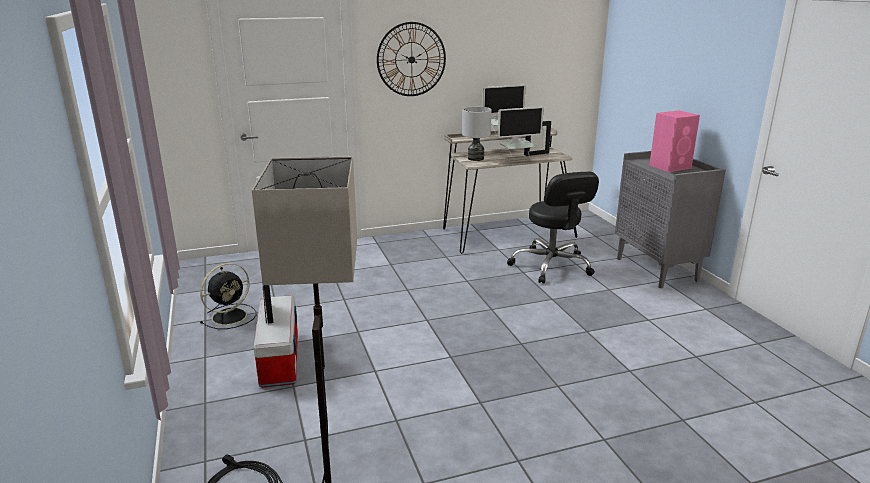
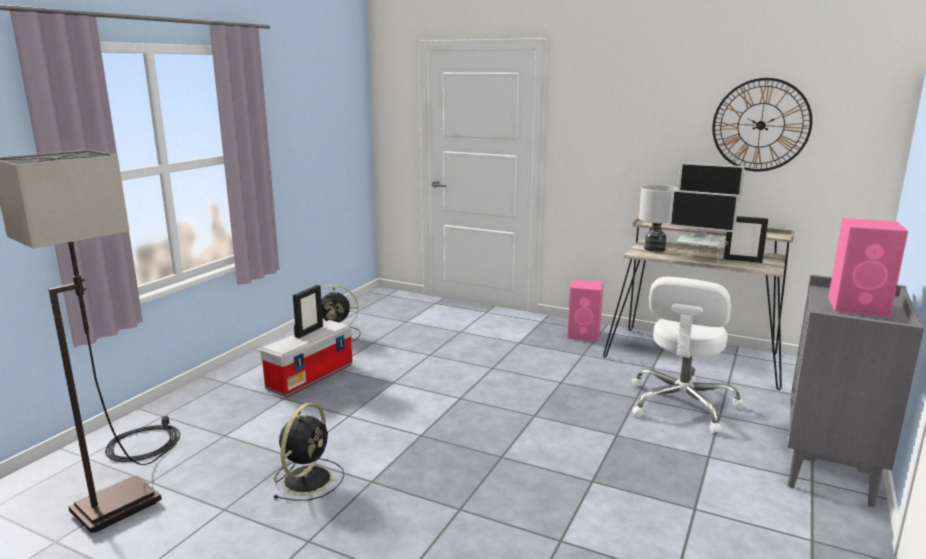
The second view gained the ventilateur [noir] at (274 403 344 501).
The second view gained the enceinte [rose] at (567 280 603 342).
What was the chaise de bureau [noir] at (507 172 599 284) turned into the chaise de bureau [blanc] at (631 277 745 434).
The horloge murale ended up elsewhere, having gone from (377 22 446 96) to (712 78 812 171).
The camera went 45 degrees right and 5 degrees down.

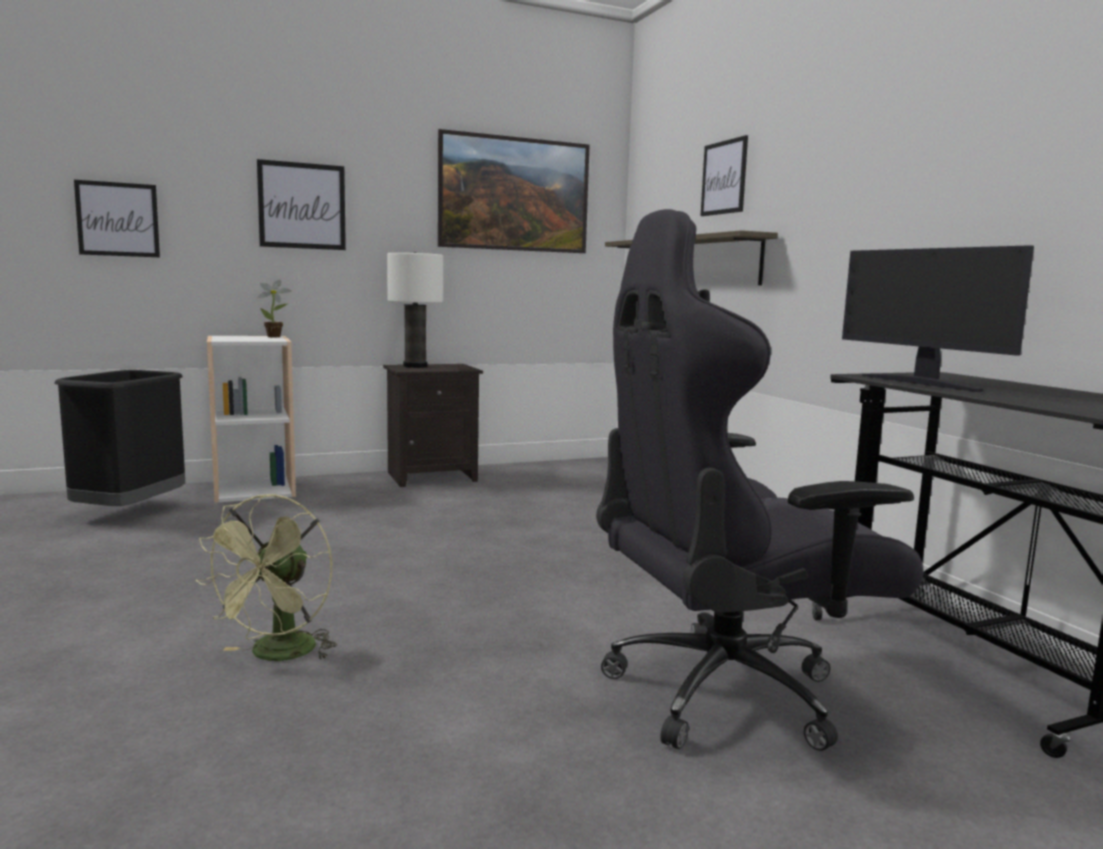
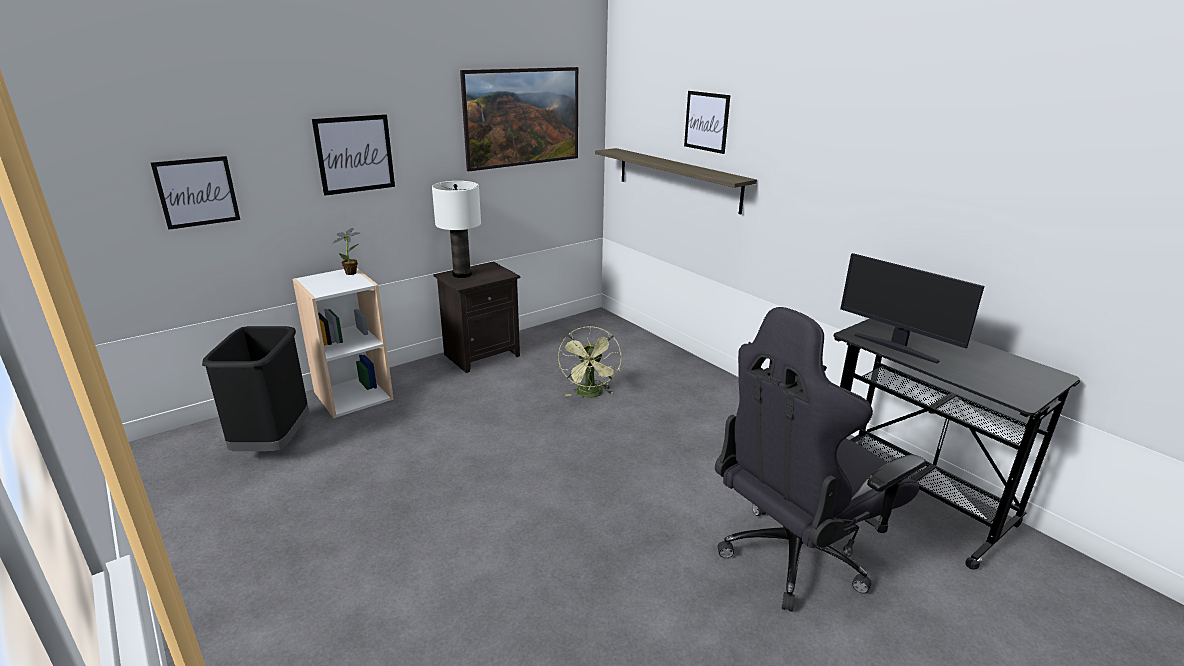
The ventilateur [vert] ended up elsewhere, having gone from (195 494 337 661) to (558 326 622 398).
The camera went 15 degrees left and 15 degrees up.

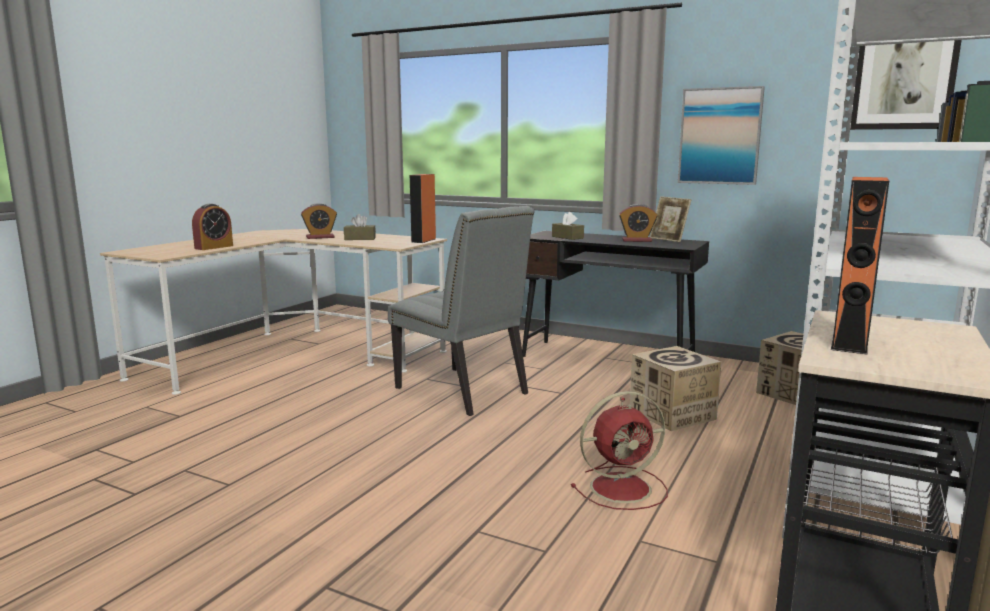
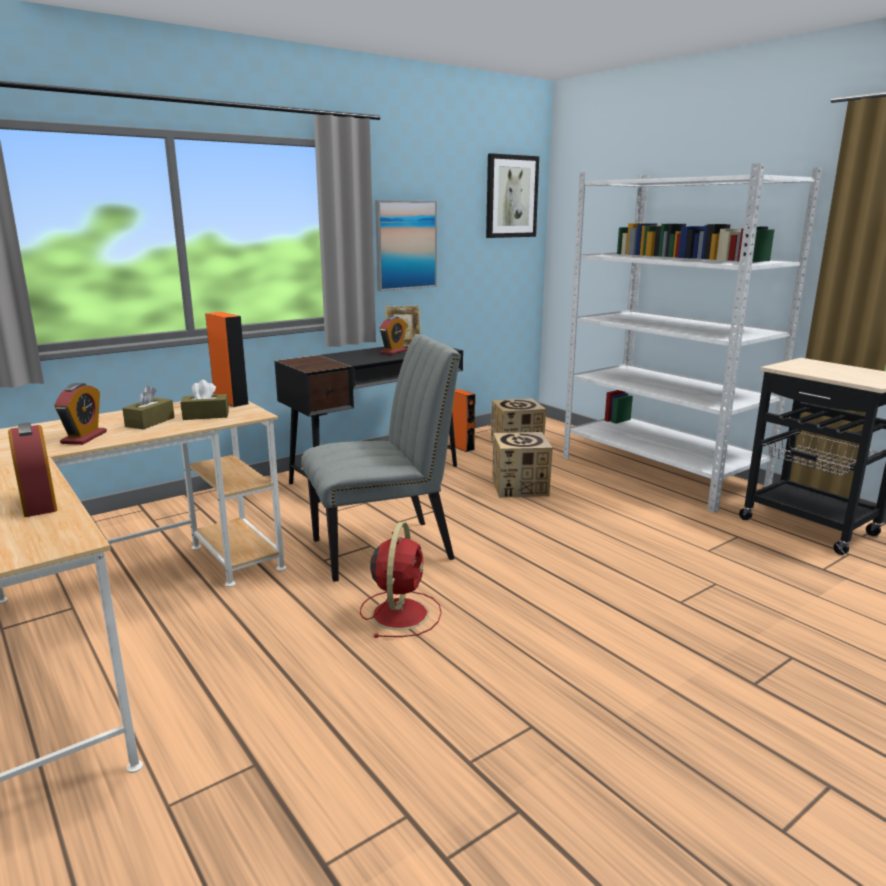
The boîte à mouchoirs [marron] ended up elsewhere, having gone from (552 212 584 240) to (181 380 229 420).
The ventilateur [rouge] ended up elsewhere, having gone from (571 391 668 510) to (360 522 442 638).
The enceinte [orange] ended up elsewhere, having gone from (831 177 889 354) to (450 389 475 452).
The camera went 65 degrees left and 5 degrees up.

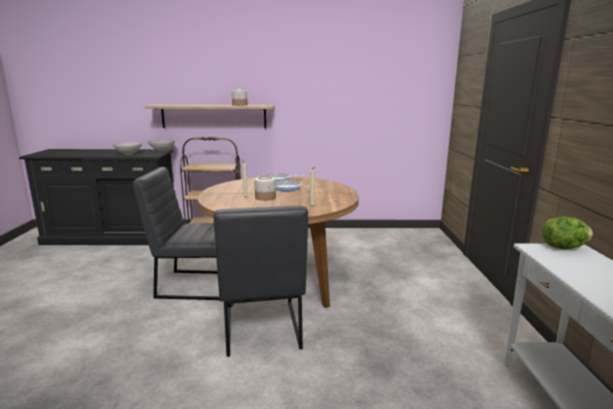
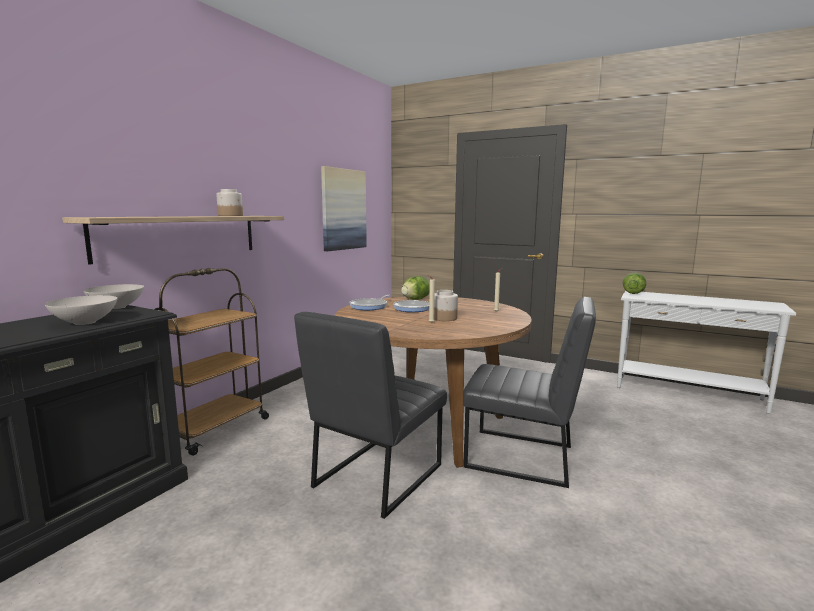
The second view gained the tableau at (321 166 367 251).
The second view gained the laitue at (401 276 430 300).
The camera went 60 degrees left and 5 degrees down.

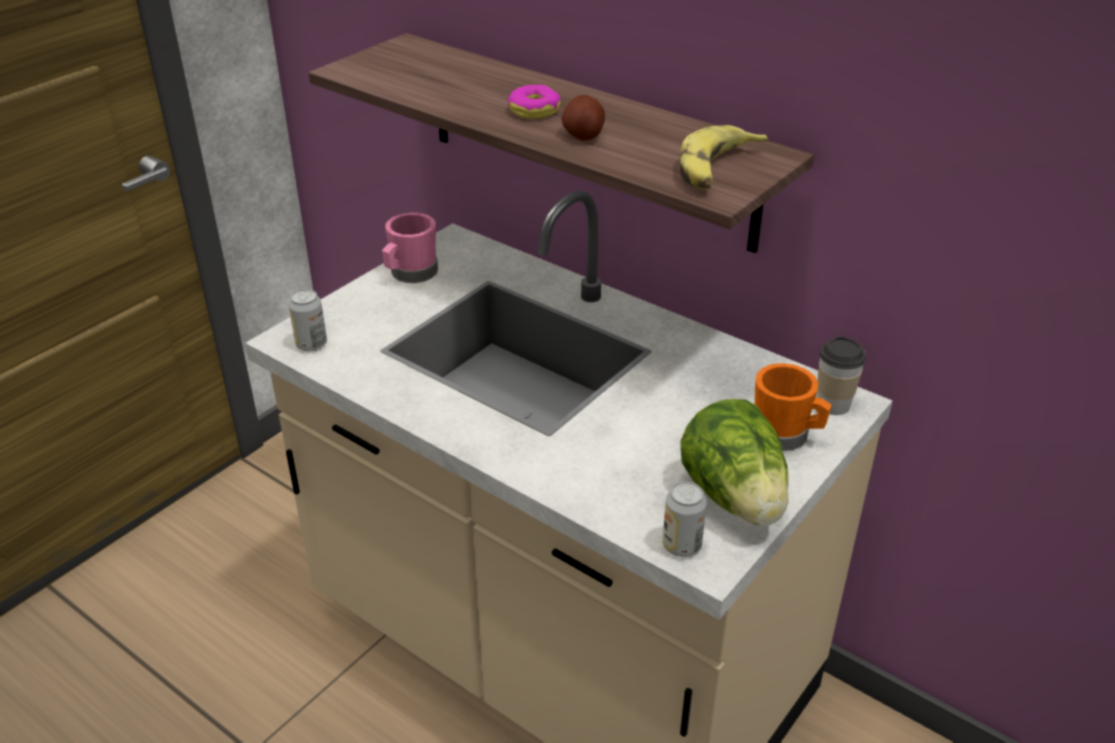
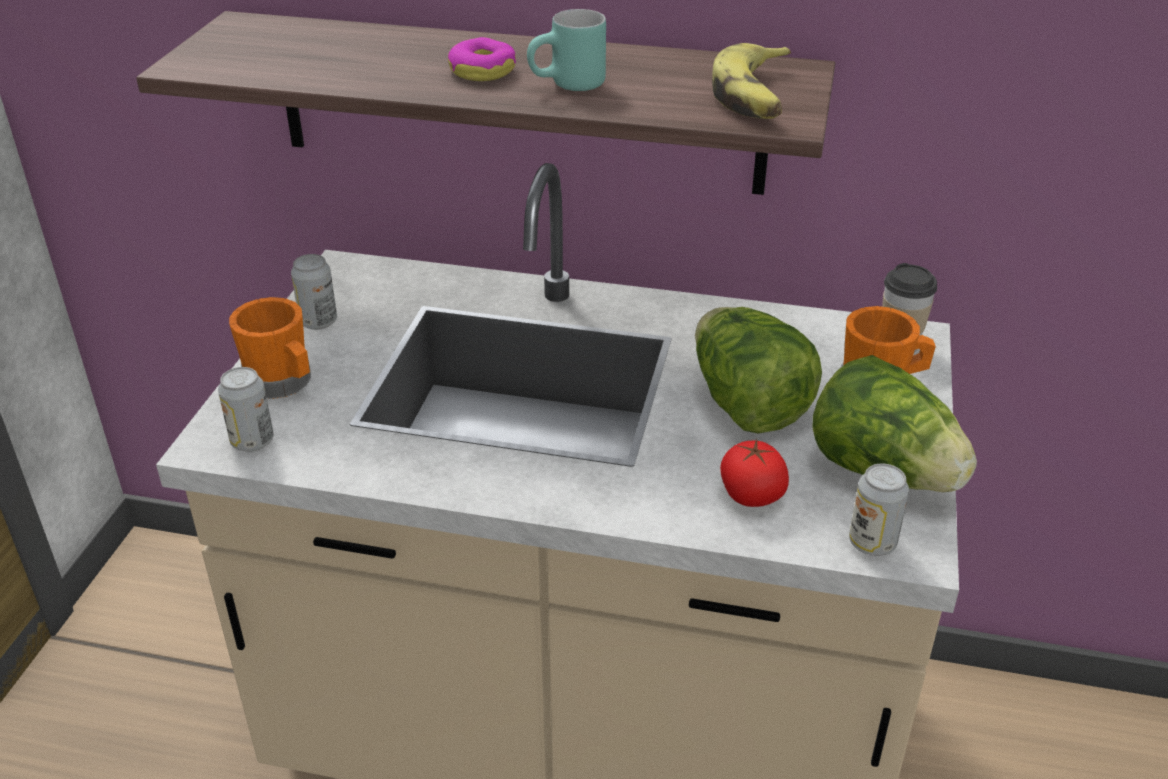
The second view gained the mug [orange] at (229 297 311 399).
Where the mug [rose] stood at (382 213 438 283), the boîte métallique came to stand at (291 254 337 330).
Where the pomme de terre stood at (561 95 605 141), the mug [turquoise] came to stand at (527 9 606 91).
The second view gained the laitue at (695 307 822 433).
The second view gained the tomate at (720 439 789 507).
The camera went 25 degrees left and 0 degrees up.

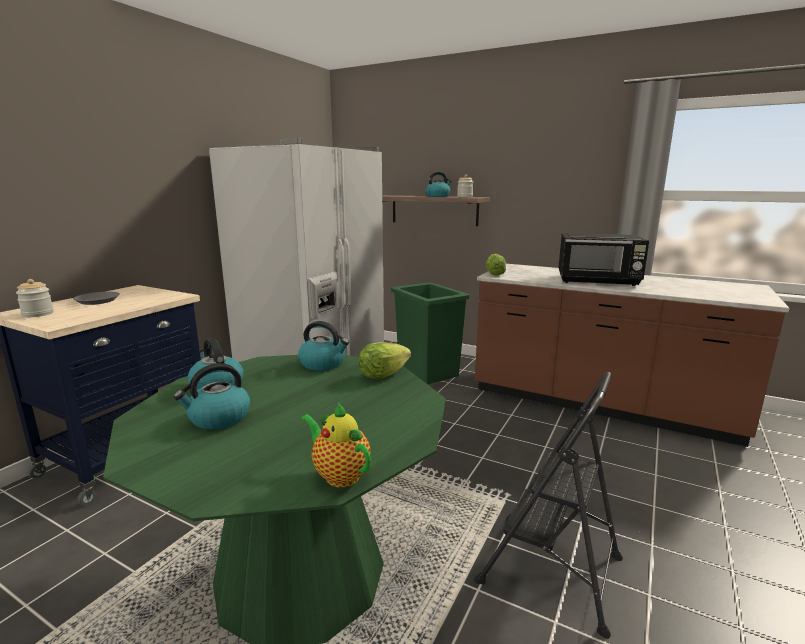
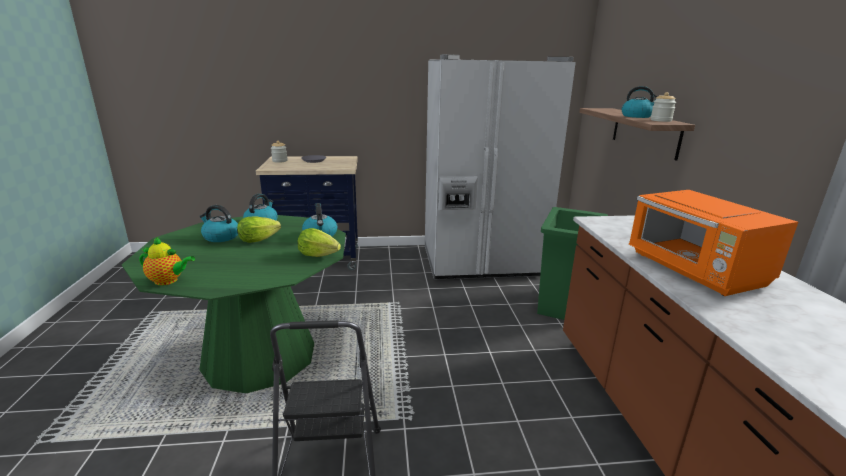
The théière at (301 403 371 487) ended up facing another way, 90 degrees clockwise from before.
The laitue ended up elsewhere, having gone from (486 254 506 276) to (237 216 281 243).
What was the micro-ondes [noir] at (558 233 649 286) turned into the micro-ondes [orange] at (629 190 798 296).
The camera went 55 degrees right and 5 degrees up.

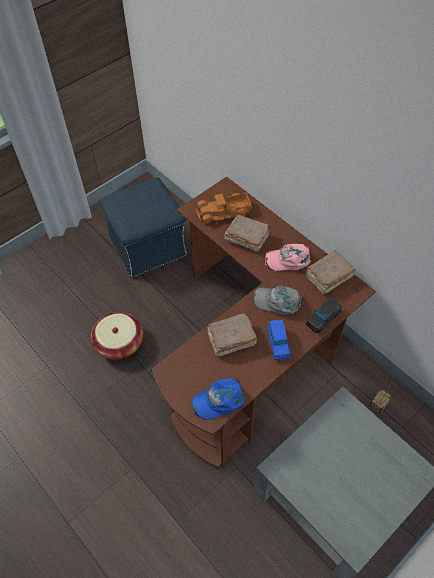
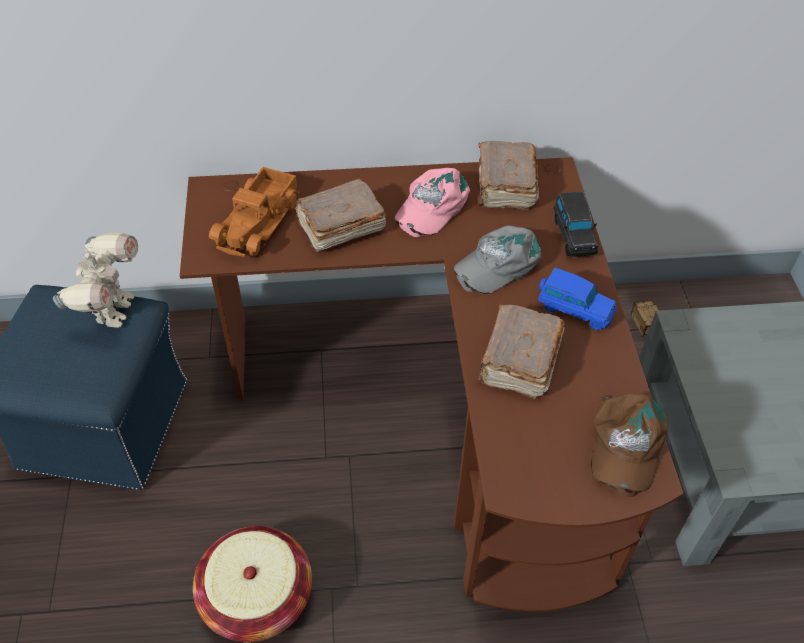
The second view gained the robot jouet at (53 233 138 328).
What was the casquette [bleu] at (191 378 245 420) turned into the casquette [marron] at (591 393 668 497).
The camera went 55 degrees left and 5 degrees down.

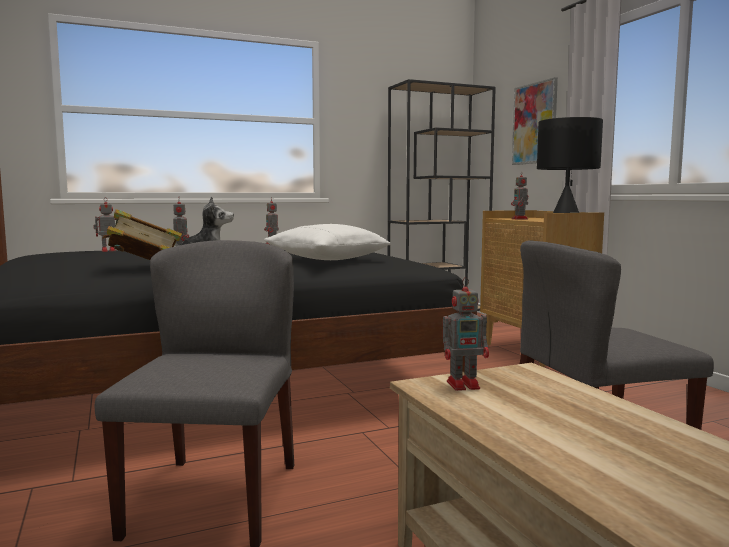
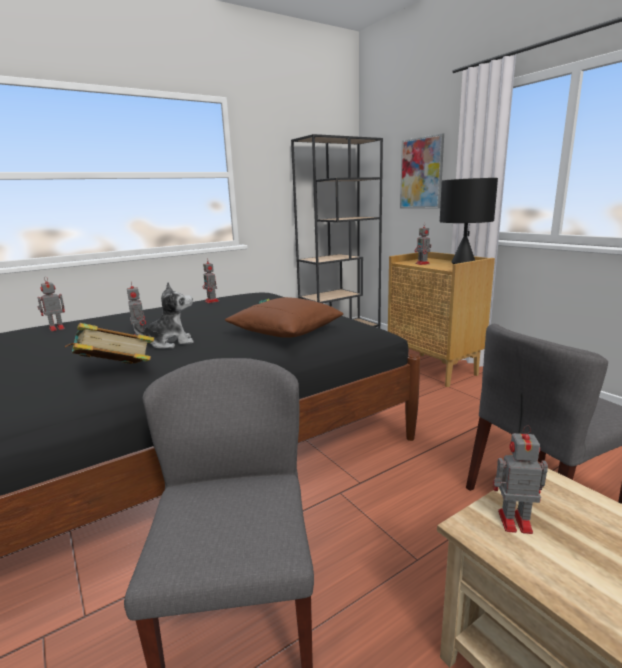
What was the coussin [blanc] at (264 224 391 260) turned into the coussin [marron] at (225 297 343 338).
The robot jouet at (443 277 489 391) ended up facing another way, 150 degrees counterclockwise from before.
The camera went 10 degrees left and 10 degrees up.

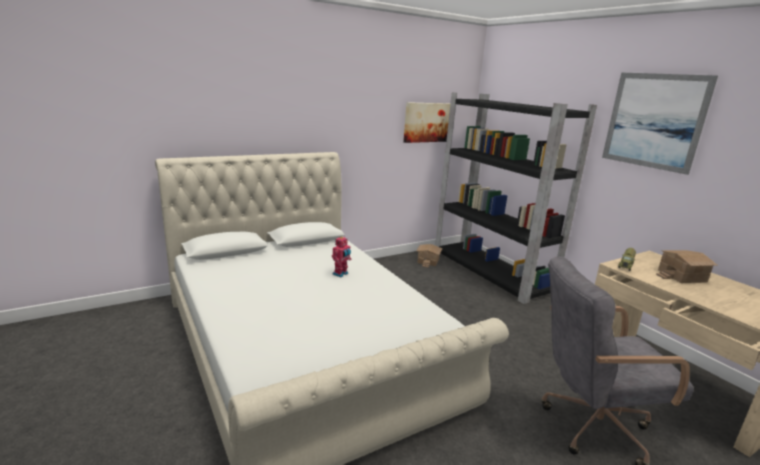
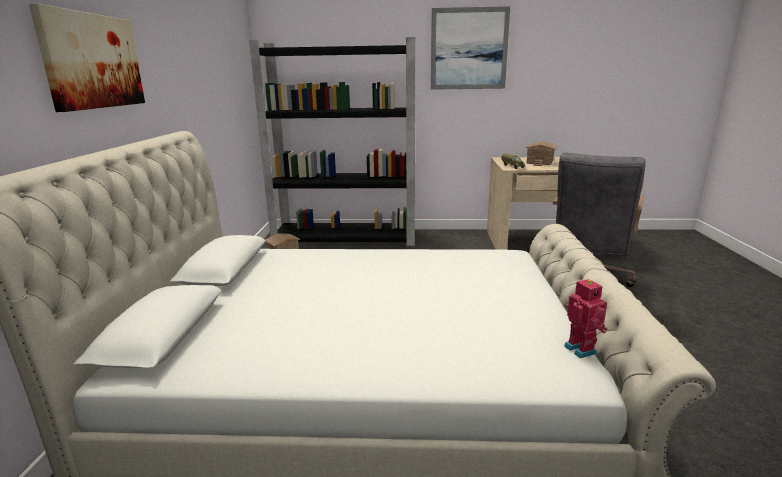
The tableau ended up elsewhere, having gone from (403 102 450 143) to (29 4 145 112).
The robot jouet ended up elsewhere, having gone from (332 236 351 277) to (564 277 607 358).
The camera went 55 degrees left and 0 degrees up.

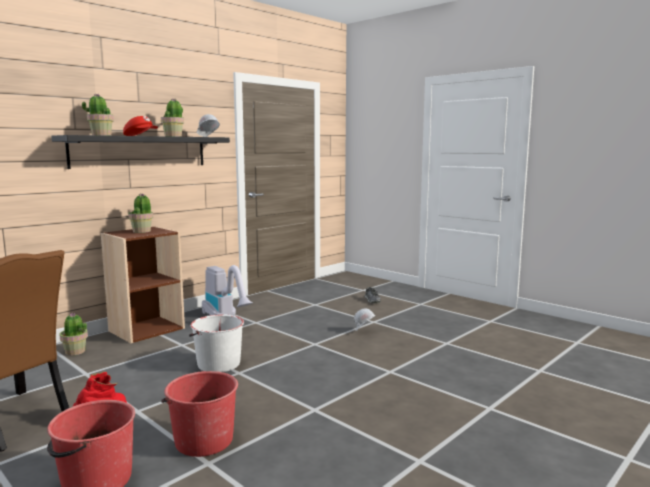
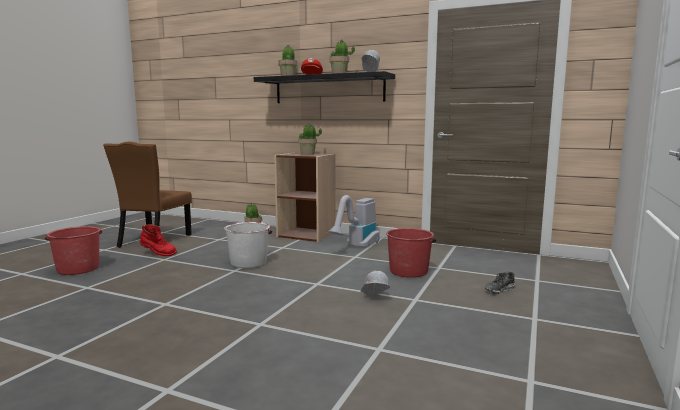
The seau [rouge] ended up elsewhere, having gone from (161 371 238 457) to (386 228 436 278).
The camera went 70 degrees right and 0 degrees up.

